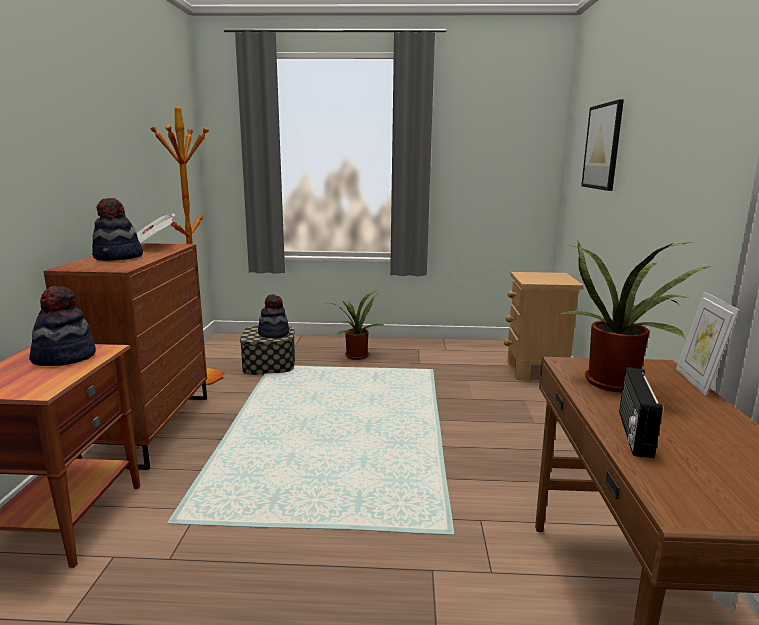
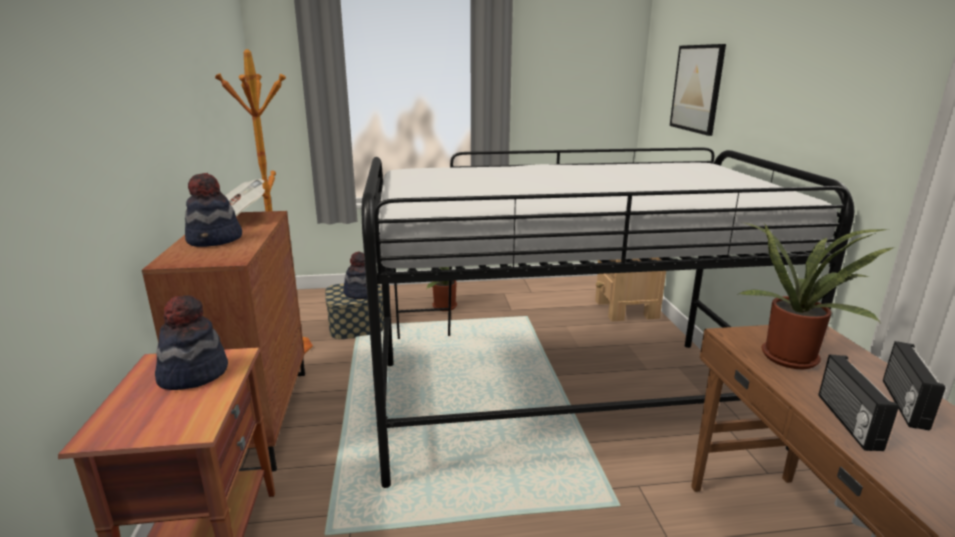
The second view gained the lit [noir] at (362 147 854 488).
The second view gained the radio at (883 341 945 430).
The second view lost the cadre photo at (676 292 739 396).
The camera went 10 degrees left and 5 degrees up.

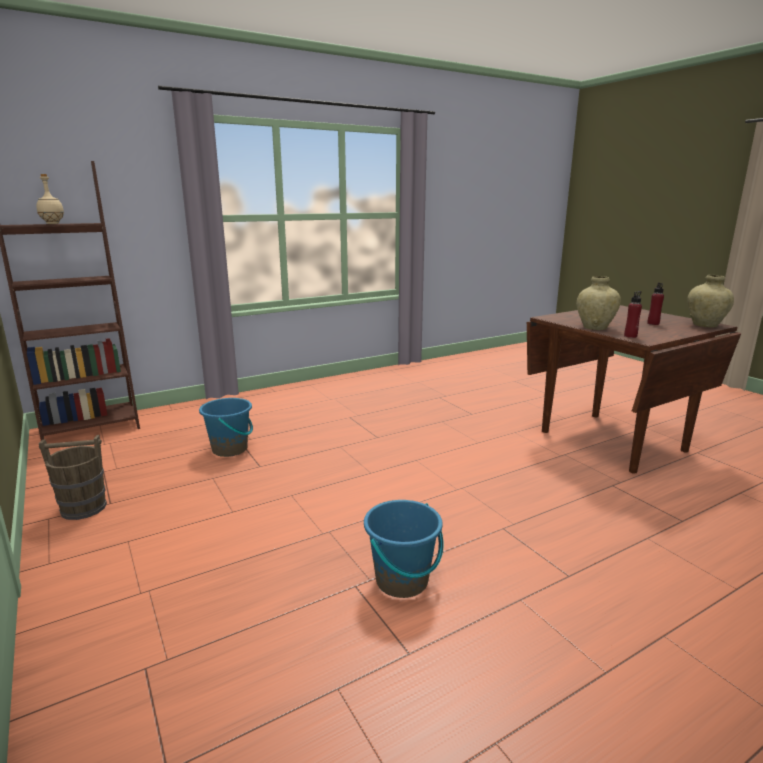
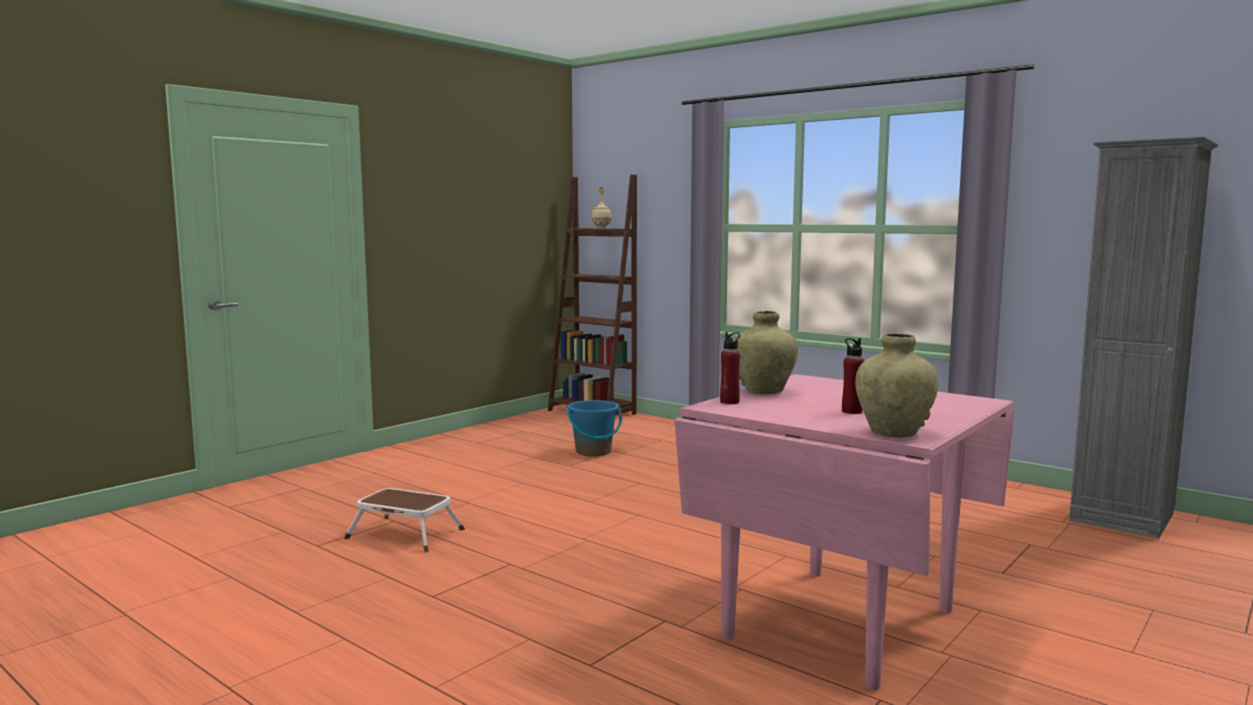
Where the seau [bleu] stood at (364 500 443 598), the escabeau [marron] came to stand at (344 488 465 553).
What was the table à manger [marron] at (527 305 741 474) turned into the table à manger [rose] at (674 374 1015 691).
The second view gained the meuble de rangement [gris] at (1069 137 1218 538).
The second view lost the seau [marron] at (39 435 107 520).
The camera went 70 degrees right and 10 degrees down.

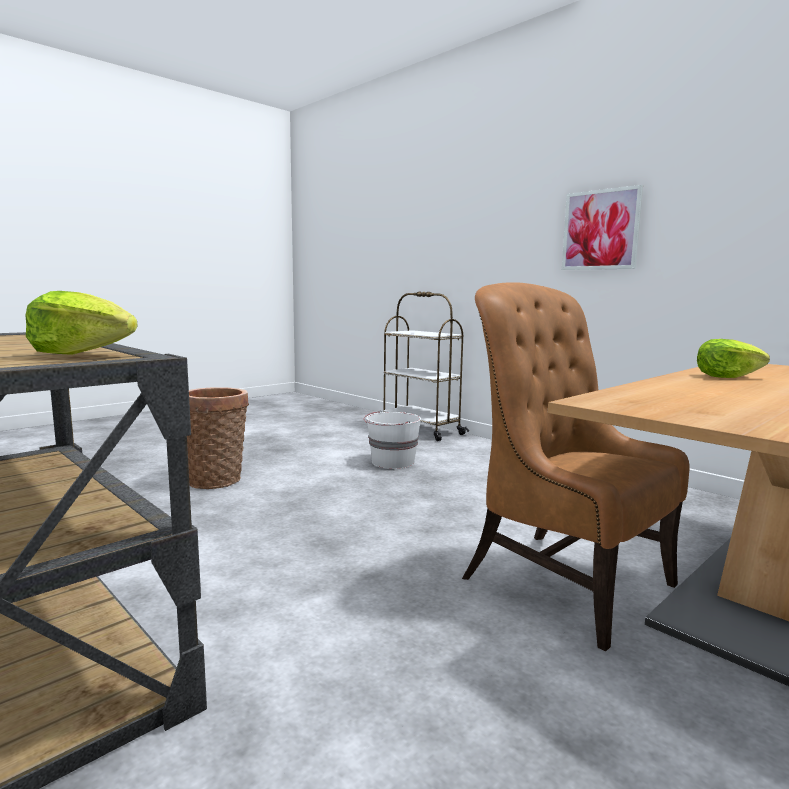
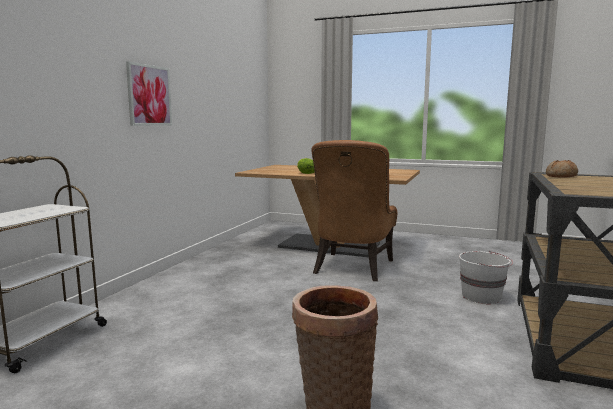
The seau [blanc] ended up elsewhere, having gone from (364 411 421 469) to (459 251 513 304).
Where the laitue stood at (25 291 138 355), the pain came to stand at (546 160 578 178).
The camera went 115 degrees left and 0 degrees up.

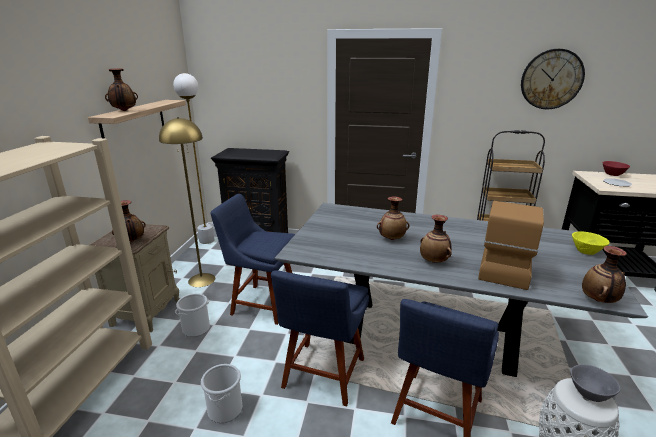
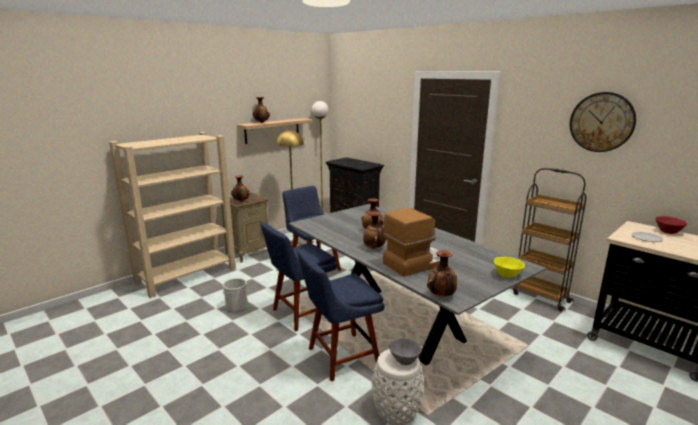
The second view lost the seau at (175 293 210 337).
The camera went 35 degrees right and 5 degrees down.

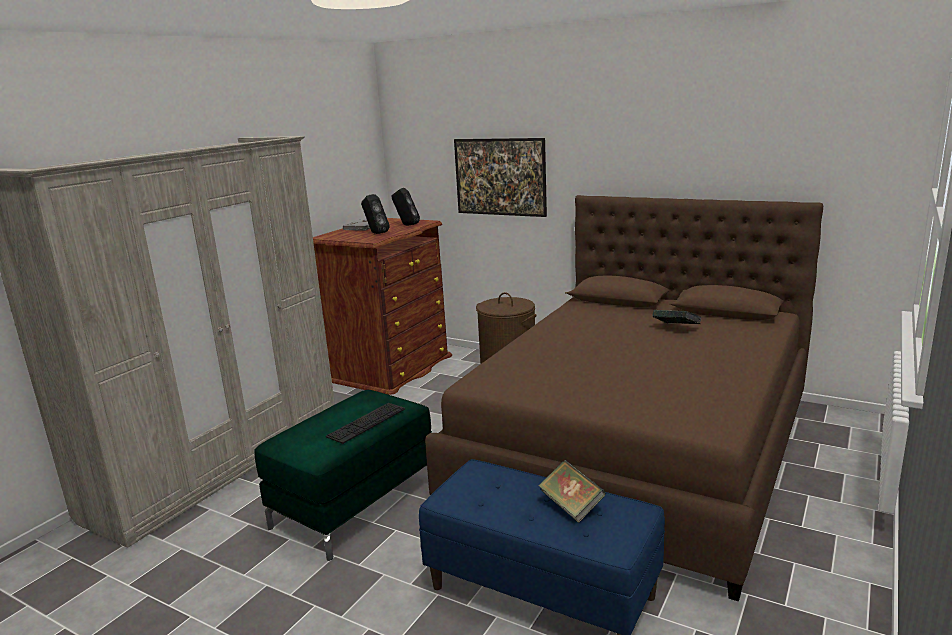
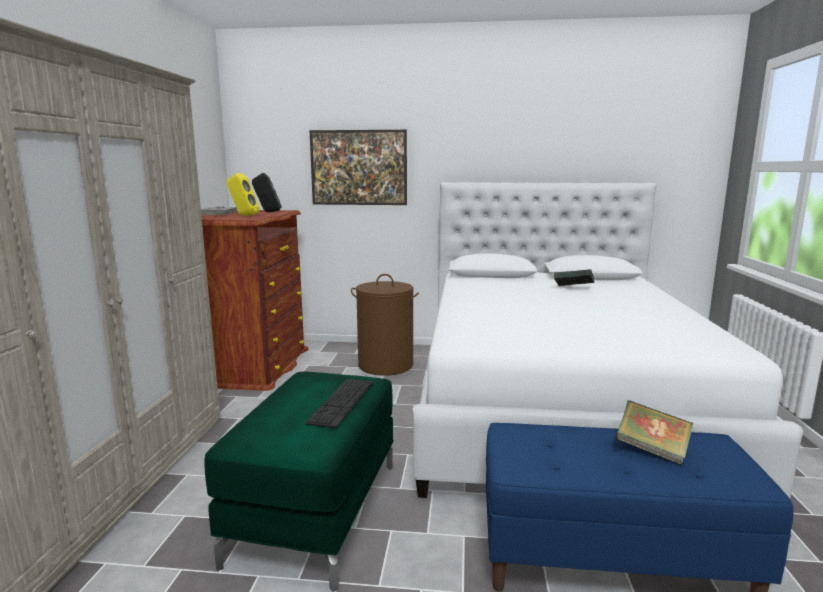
What was the enceinte [noir] at (361 194 390 234) turned into the enceinte [jaune] at (227 173 259 216).
What was the lit [marron] at (425 195 823 602) turned into the lit [blanc] at (413 182 803 498).
The camera went 25 degrees left and 5 degrees down.

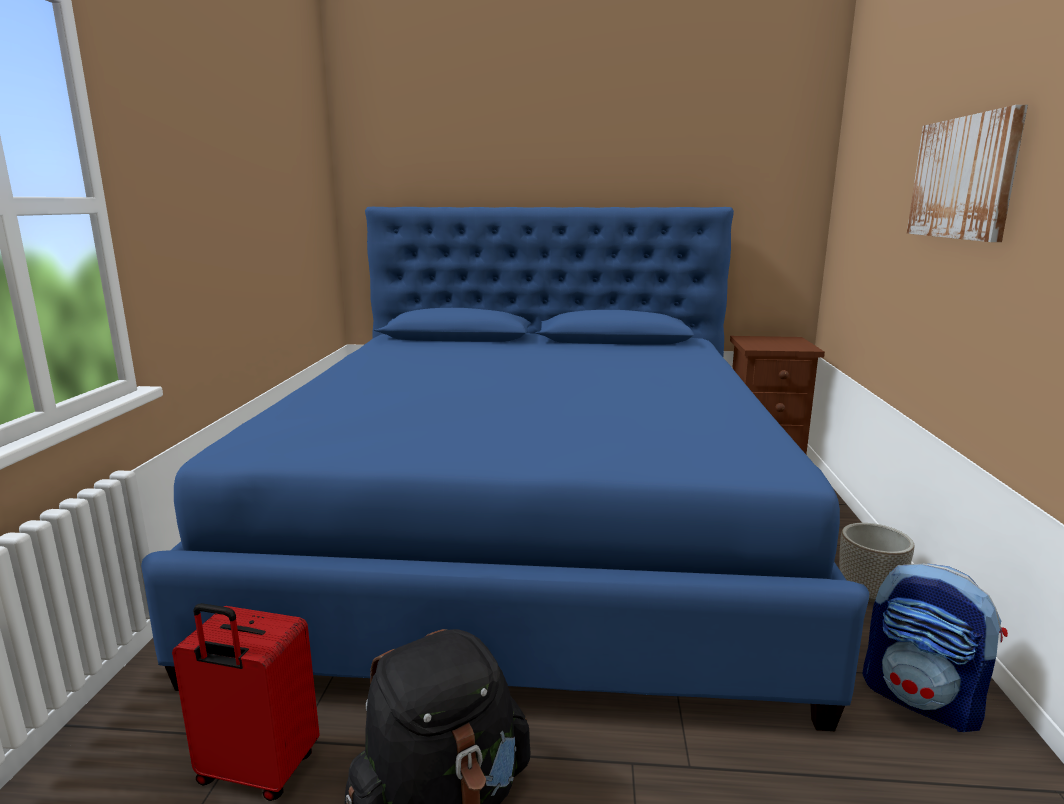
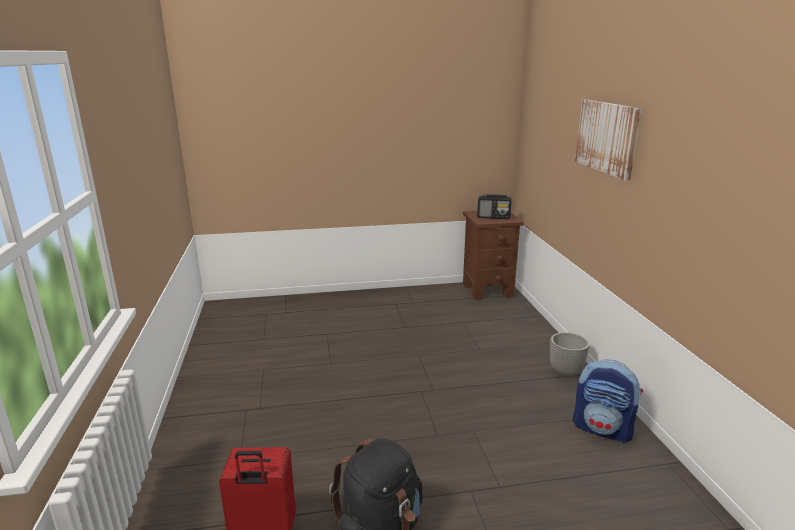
The second view gained the radio at (477 194 512 219).
The second view lost the lit [bleu] at (141 207 869 731).
The camera went 15 degrees left and 5 degrees up.

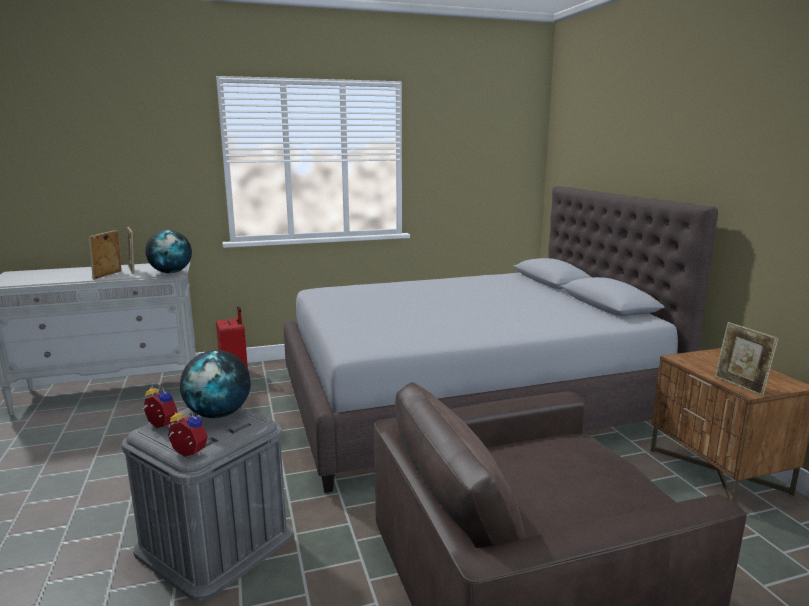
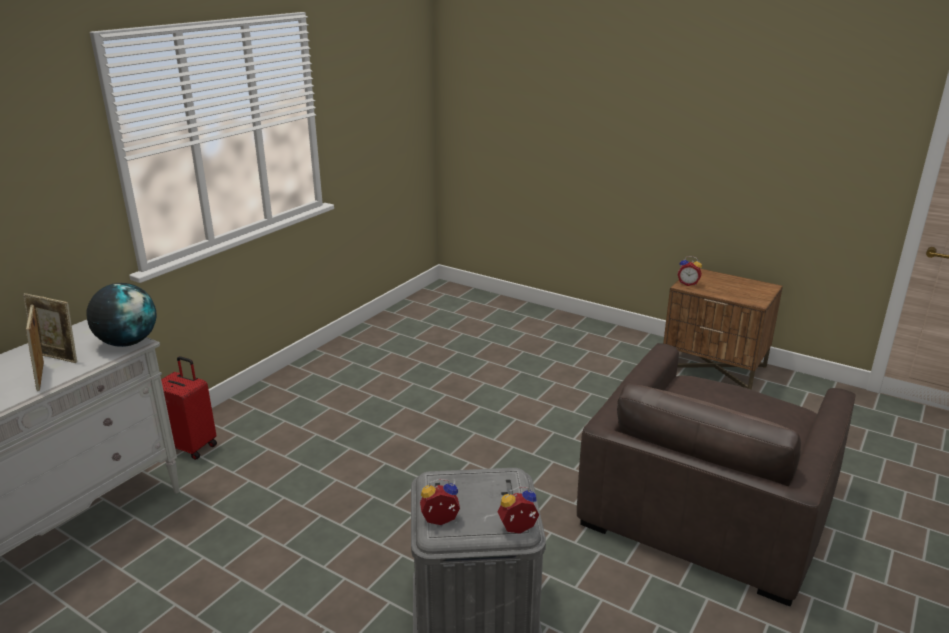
The second view gained the réveil at (677 256 702 286).
The second view lost the globe at (180 350 251 418).
The second view lost the lit [gris] at (284 186 718 493).
The second view lost the cadre photo at (715 322 778 396).
The camera went 40 degrees left and 10 degrees up.

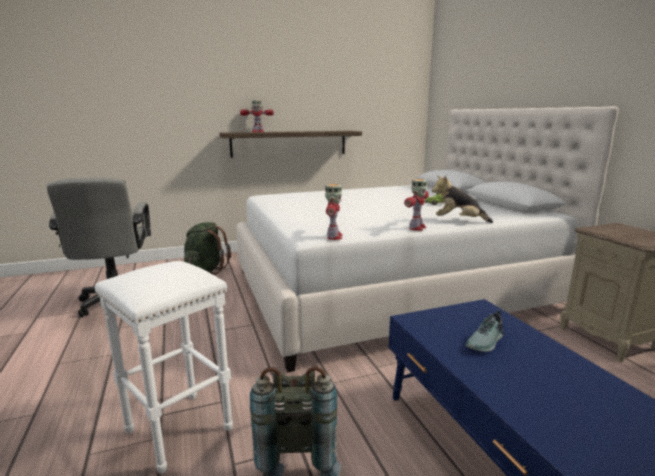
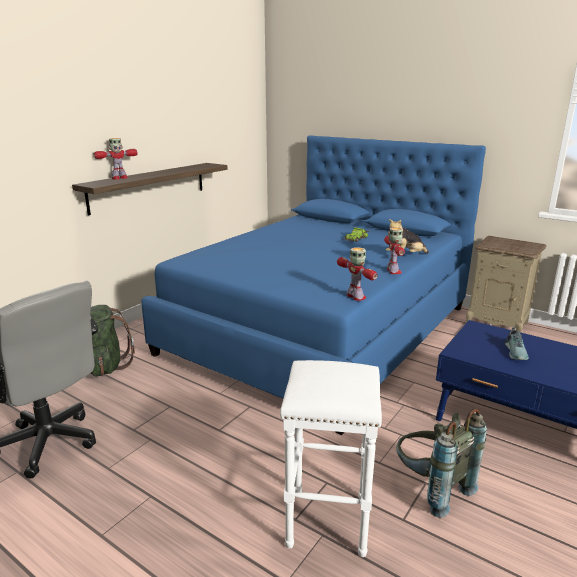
What was the lit [blanc] at (236 106 619 373) turned into the lit [bleu] at (141 135 486 435).
The camera went 35 degrees left and 5 degrees up.

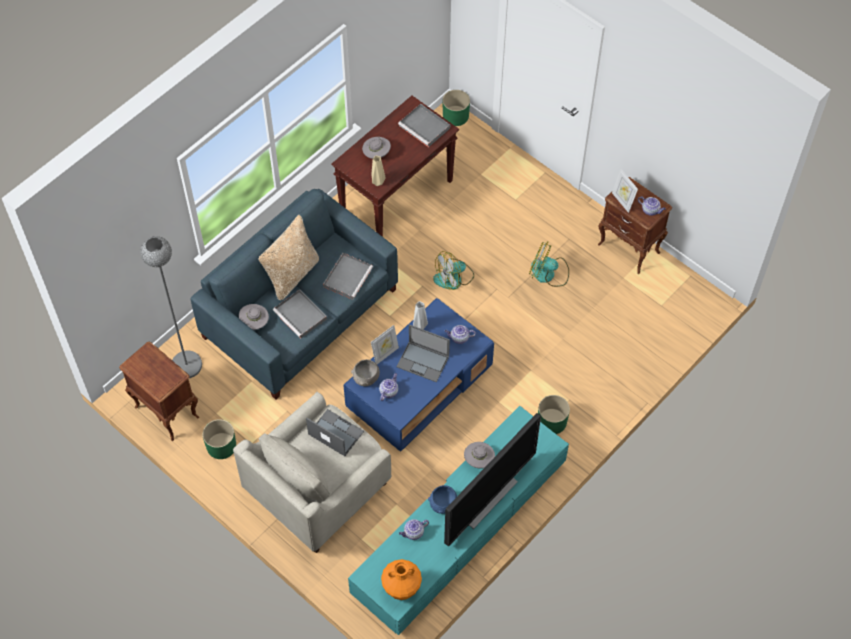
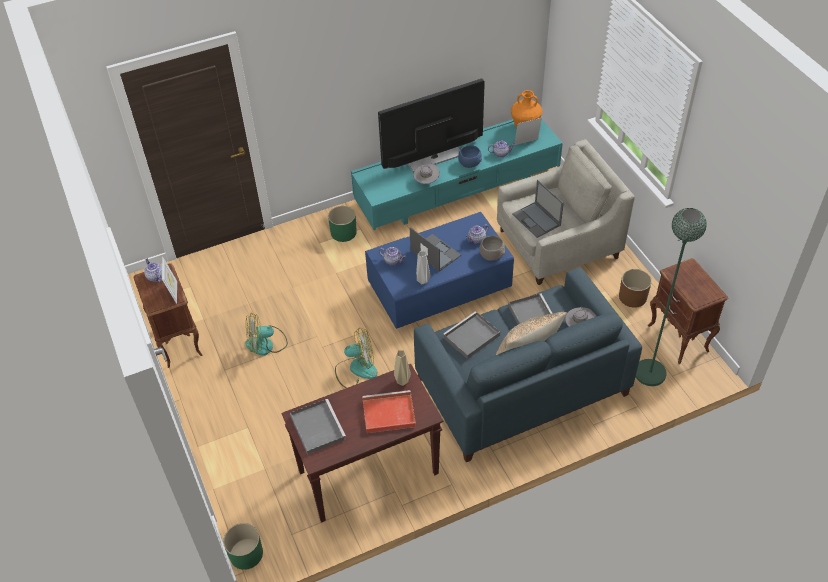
The ventilateur at (529 242 569 287) ended up facing another way, 120 degrees clockwise from before.
Where the chapeau [gris] stood at (362 136 391 159), the plateau [rouge] came to stand at (362 390 416 433).
The cadre photo ended up elsewhere, having gone from (371 325 399 364) to (514 118 542 145).
What was the cache-pot [vert] at (203 419 236 459) turned into the cache-pot [marron] at (619 269 652 308).
What was the lampadaire [gris] at (140 236 202 378) turned into the lampadaire [vert] at (636 208 707 386).
The camera went 155 degrees left and 10 degrees down.

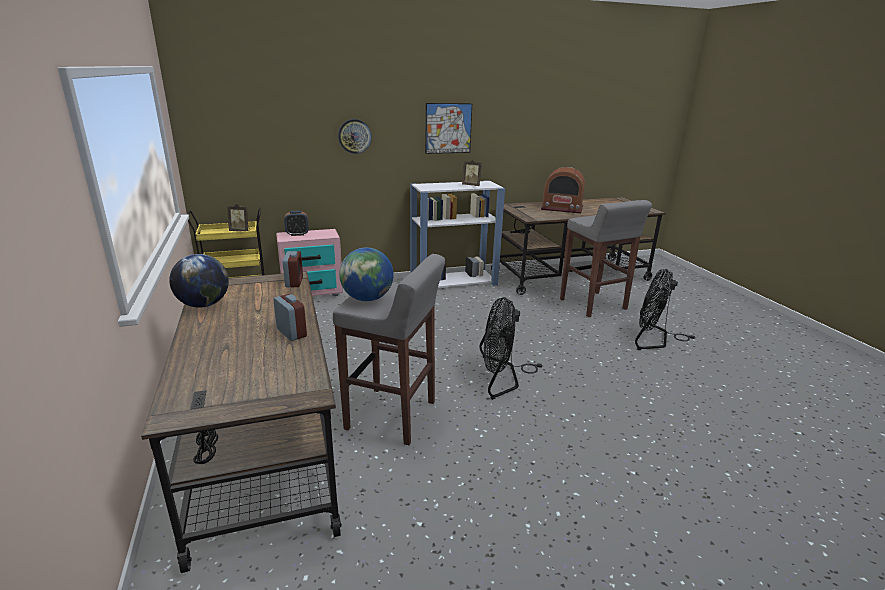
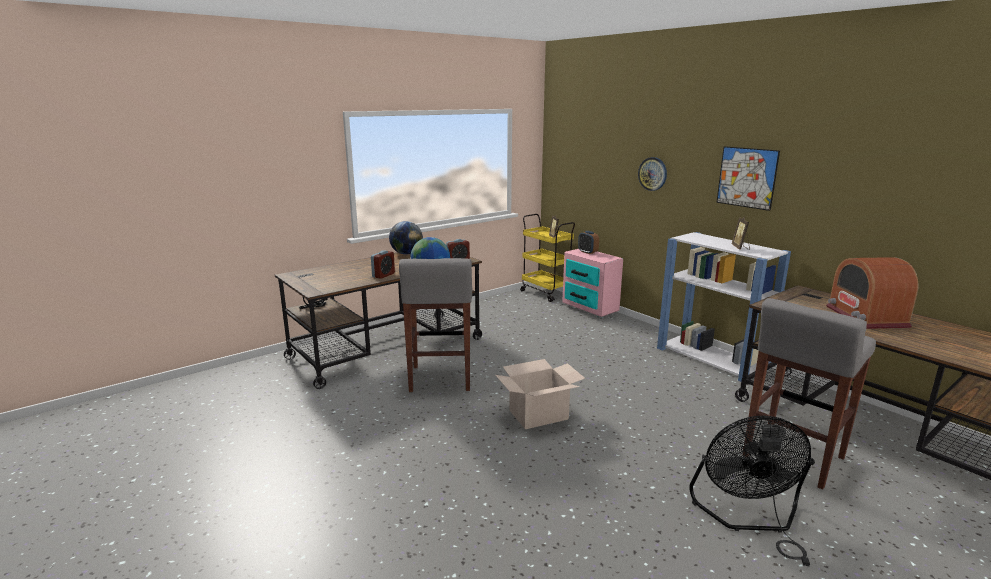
Where the ventilateur [noir] stood at (480 297 543 400), the carton came to stand at (495 359 585 429).
The camera went 70 degrees right and 5 degrees down.

